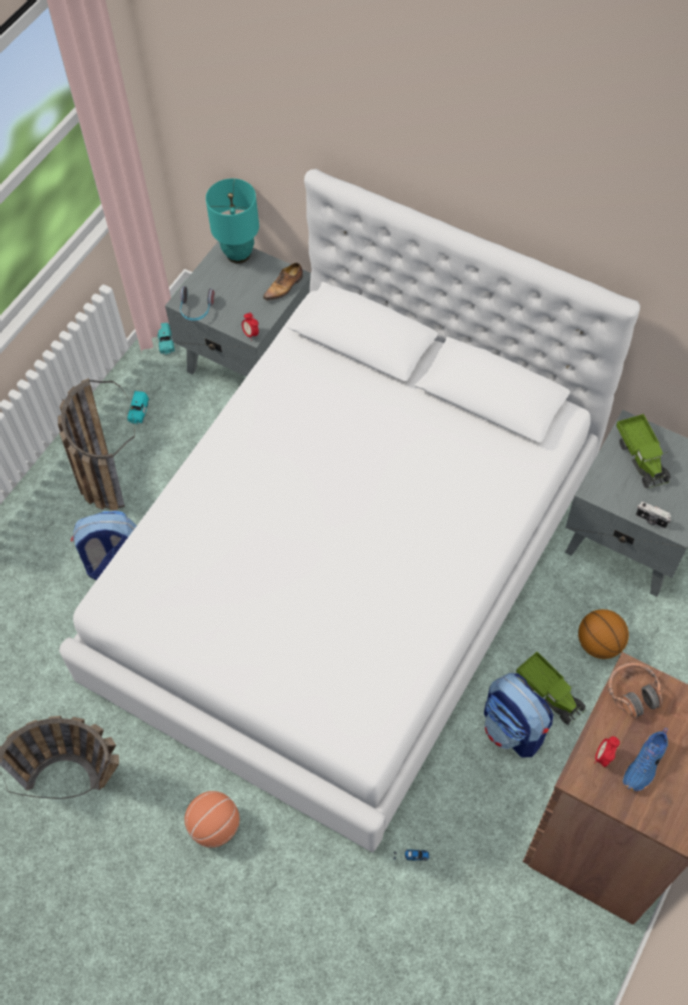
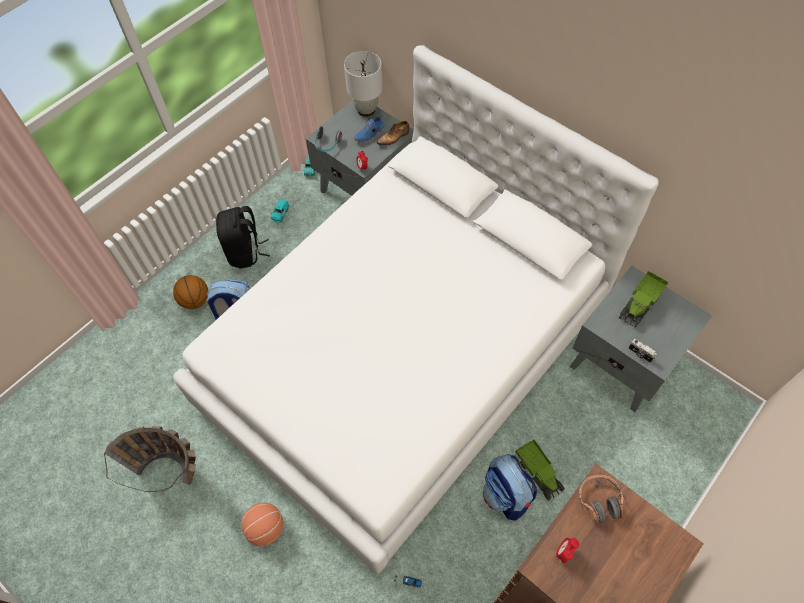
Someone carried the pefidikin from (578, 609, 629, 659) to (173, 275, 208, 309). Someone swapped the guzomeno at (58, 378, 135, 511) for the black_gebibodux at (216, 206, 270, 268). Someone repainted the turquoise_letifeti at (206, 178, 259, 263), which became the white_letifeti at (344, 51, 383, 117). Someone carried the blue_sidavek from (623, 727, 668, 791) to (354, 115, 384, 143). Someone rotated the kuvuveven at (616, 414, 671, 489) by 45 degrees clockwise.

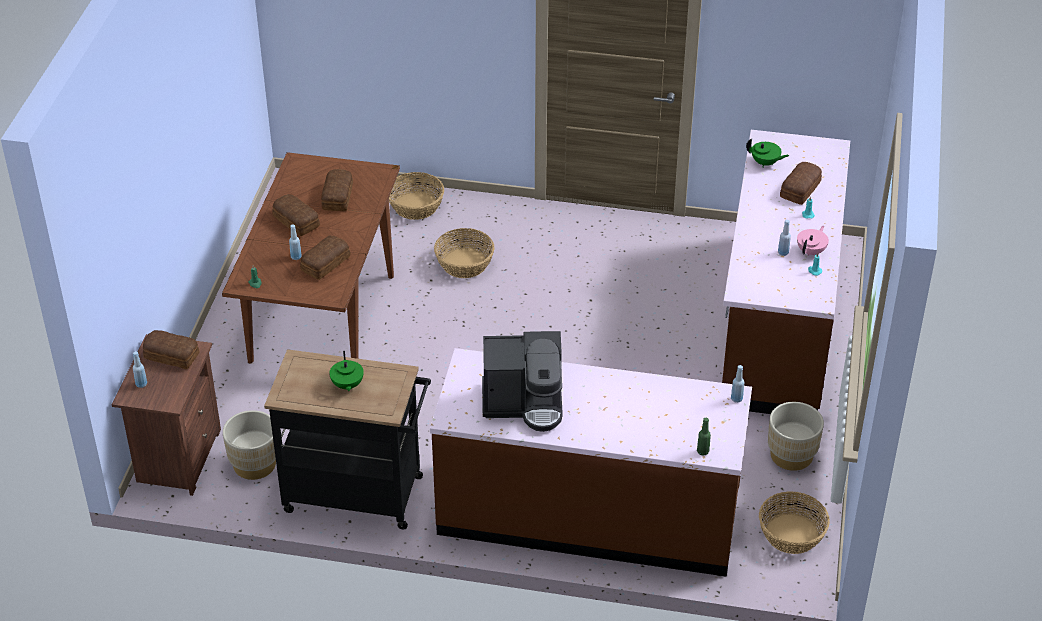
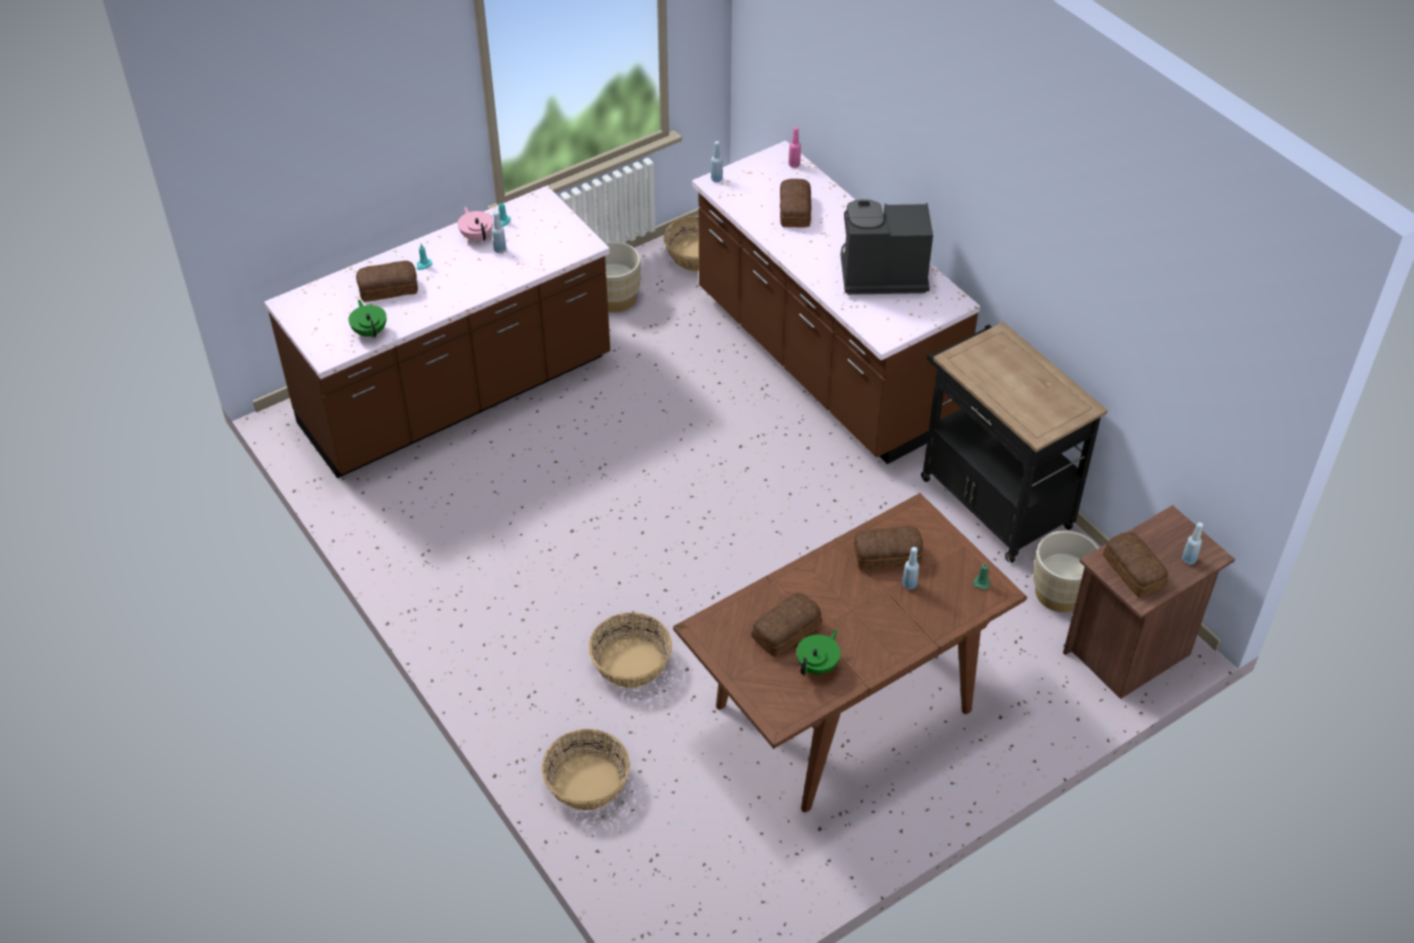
Someone rotated the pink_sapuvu at (797, 226, 829, 256) by 75 degrees clockwise. Someone carried the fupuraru from (272, 194, 320, 236) to (780, 179, 811, 227). Someone repainted the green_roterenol at (697, 418, 711, 455), which became the pink_roterenol at (788, 127, 801, 168). Someone carried the green_sapuvu from (329, 351, 364, 391) to (797, 630, 840, 675). Someone rotated the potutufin at (482, 331, 563, 432) by 45 degrees counterclockwise.

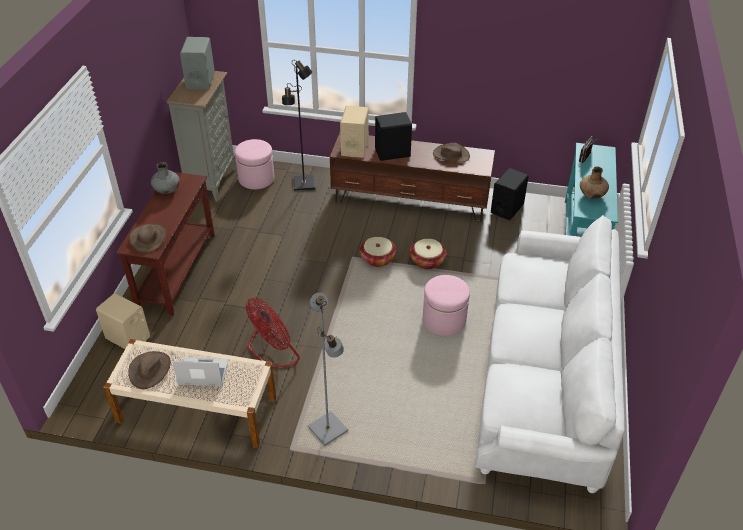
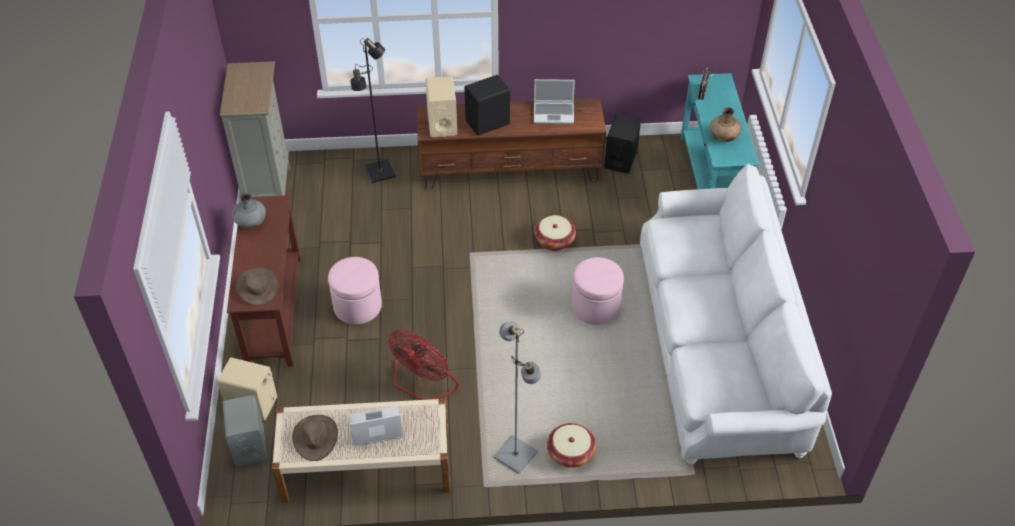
Someone carried the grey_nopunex from (180, 37, 215, 89) to (222, 395, 267, 466). Someone carried the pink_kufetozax from (235, 139, 275, 189) to (328, 257, 382, 324). Someone swapped the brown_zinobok at (433, 143, 470, 162) for the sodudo at (534, 79, 575, 124). Someone carried the guzomeno from (360, 237, 396, 267) to (547, 423, 596, 468).

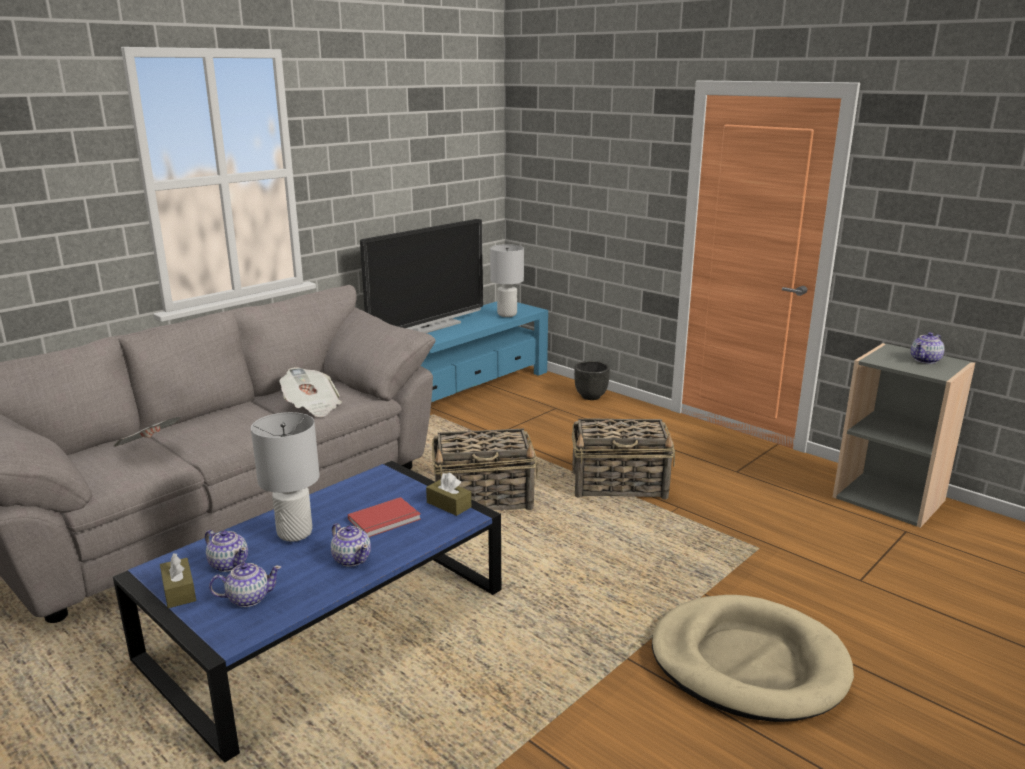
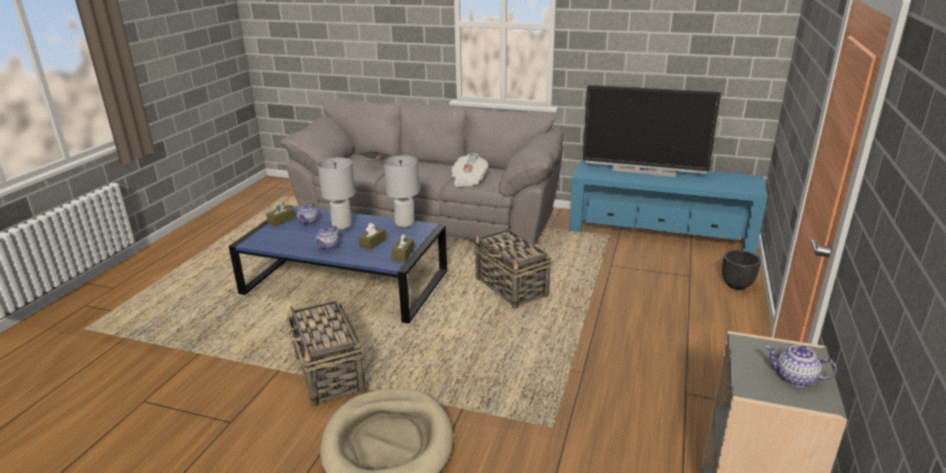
Someone carried the guzomeno from (572, 419, 675, 500) to (286, 300, 366, 407). Someone swapped the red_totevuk at (348, 497, 421, 537) for the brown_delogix at (359, 223, 386, 250). Someone carried the grey_letifeti from (490, 244, 524, 317) to (384, 155, 419, 228). Someone took away the sapuvu at (209, 563, 282, 607).

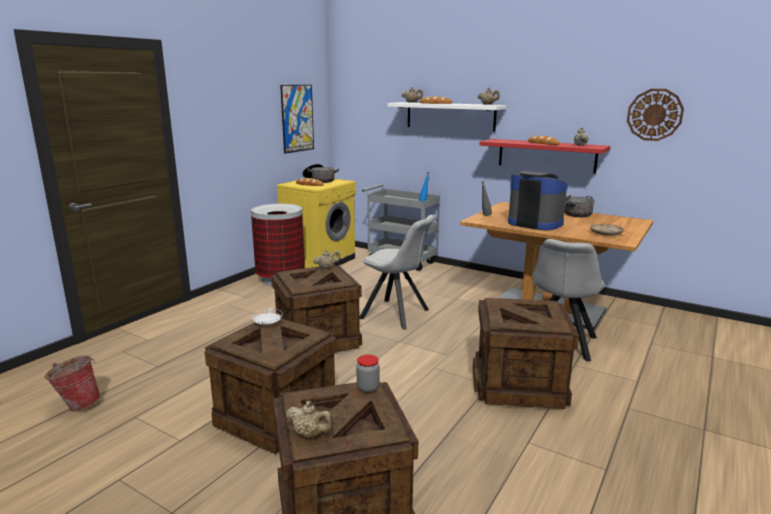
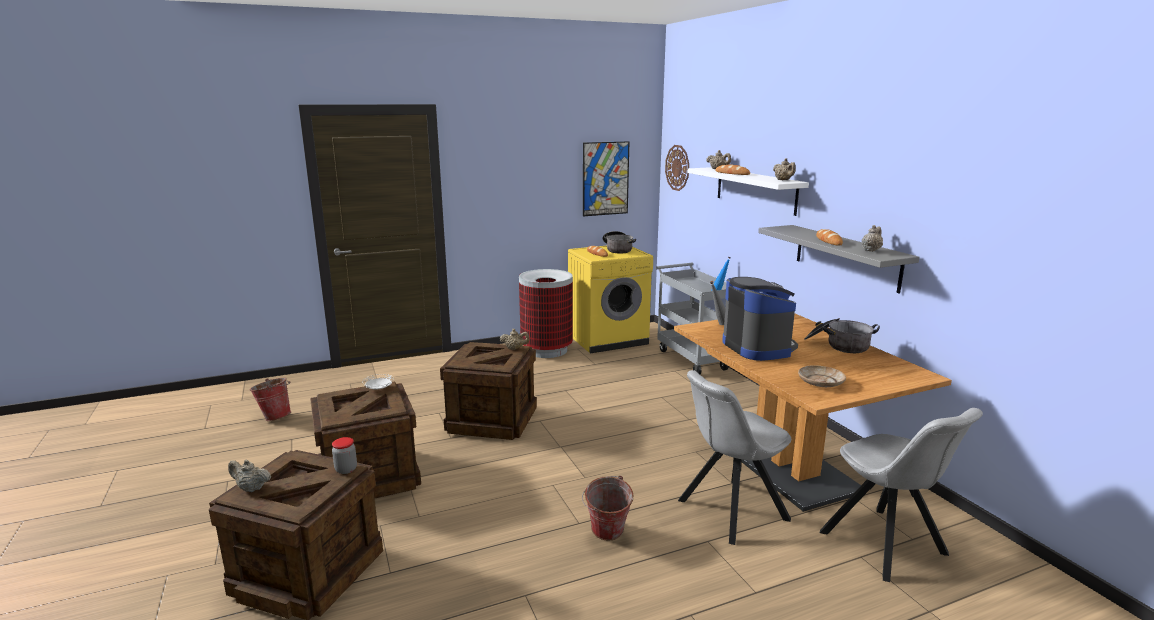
Someone rotated the beige_sapuvu at (286, 401, 334, 438) by 135 degrees clockwise. Someone swapped the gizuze at (473, 298, 579, 409) for the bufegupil at (582, 476, 634, 541). Someone carried the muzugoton from (627, 89, 684, 141) to (665, 145, 689, 191). Someone repainted the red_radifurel at (480, 139, 610, 174), which became the grey_radifurel at (758, 225, 920, 293). Someone carried the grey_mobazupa from (359, 215, 435, 330) to (820, 408, 983, 582).

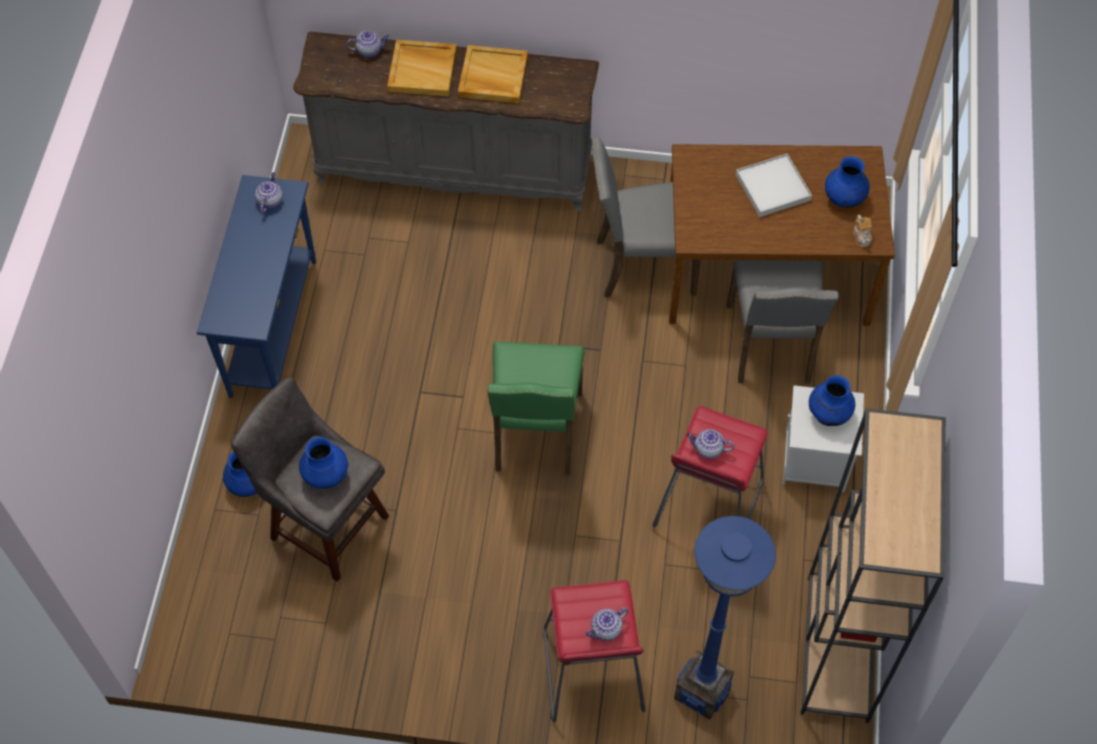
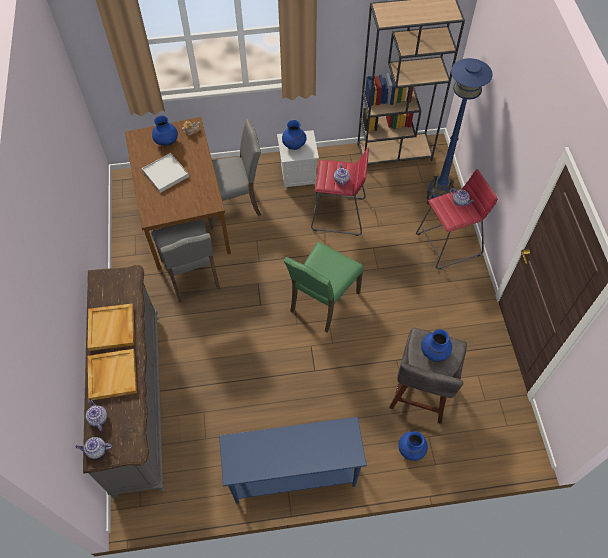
Someone carried the sapuvu from (255, 172, 283, 213) to (75, 437, 112, 459). Someone rotated the green_mobazupa at (487, 341, 585, 475) by 135 degrees clockwise.

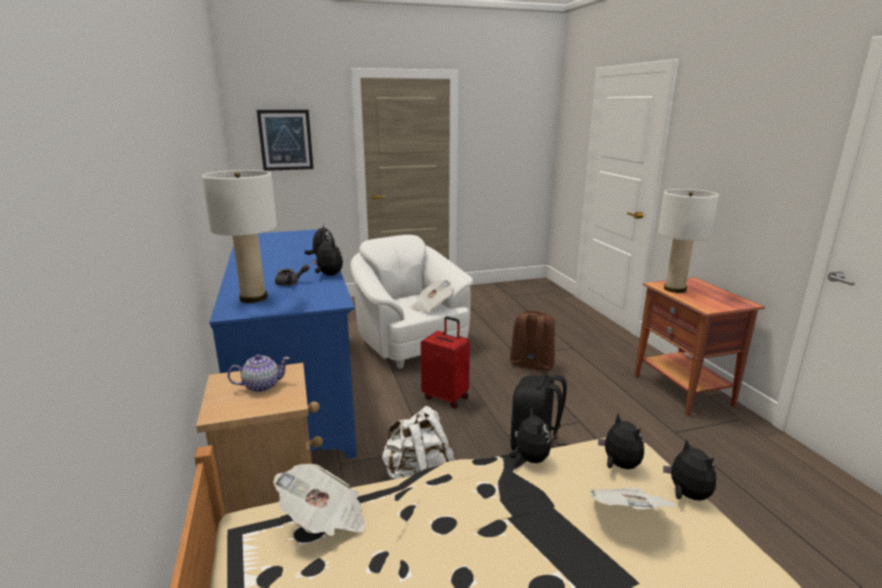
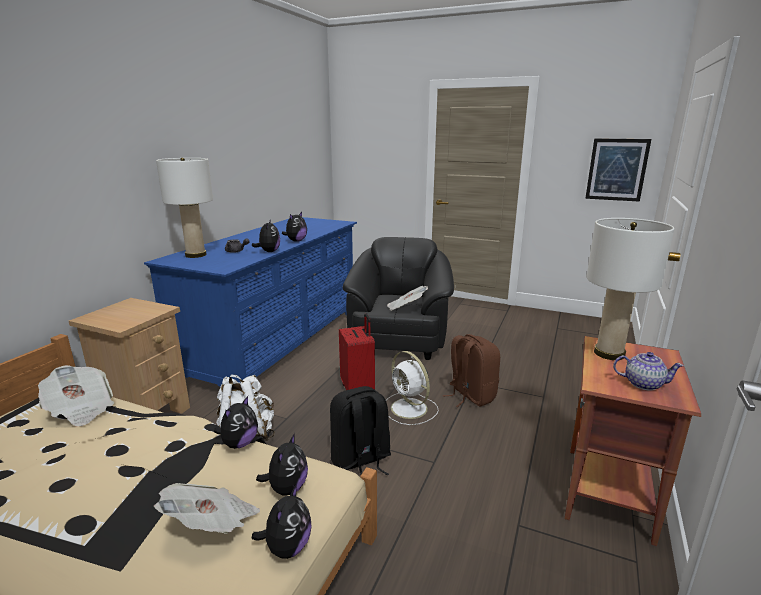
Someone repainted the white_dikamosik at (351, 235, 473, 368), which became the black_dikamosik at (343, 237, 454, 360). Someone put down the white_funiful at (386, 351, 439, 425). Someone carried the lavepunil from (257, 110, 314, 171) to (585, 138, 651, 202). Someone carried the sapuvu from (228, 354, 290, 392) to (613, 352, 684, 391).

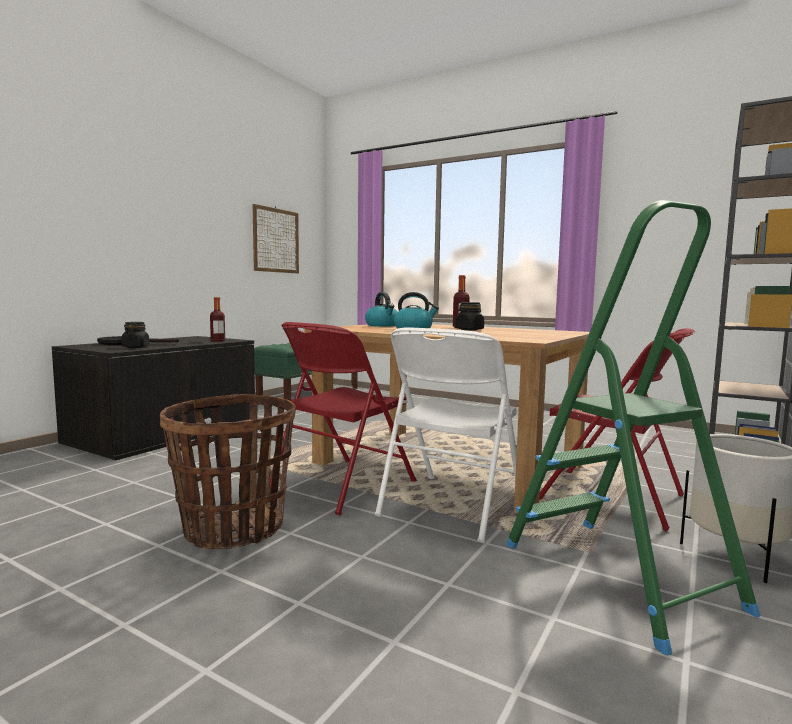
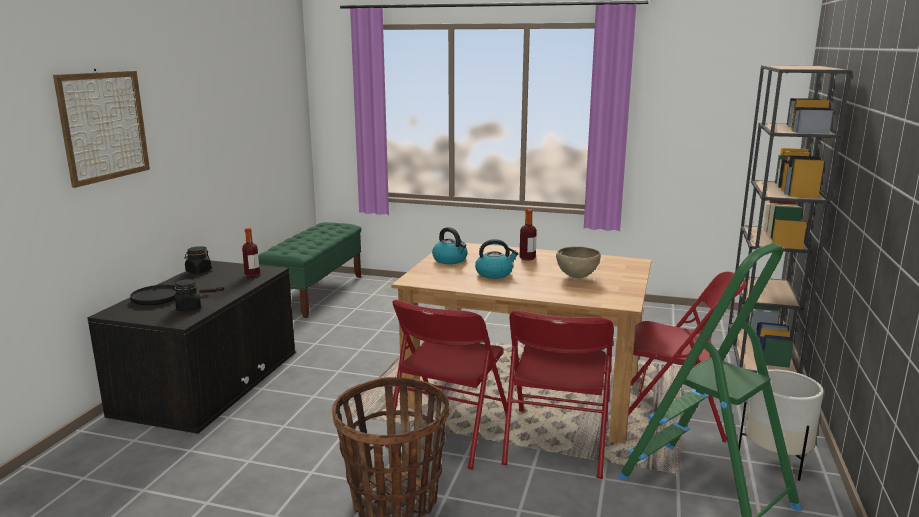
Someone carried the lavepunil from (252, 204, 299, 274) to (53, 69, 150, 188). Someone carried the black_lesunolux from (455, 302, 484, 331) to (185, 246, 212, 274). Someone repainted the white_mobazupa at (375, 328, 517, 543), which became the red_mobazupa at (501, 311, 614, 479). Someone put down the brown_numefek at (556, 246, 601, 279).

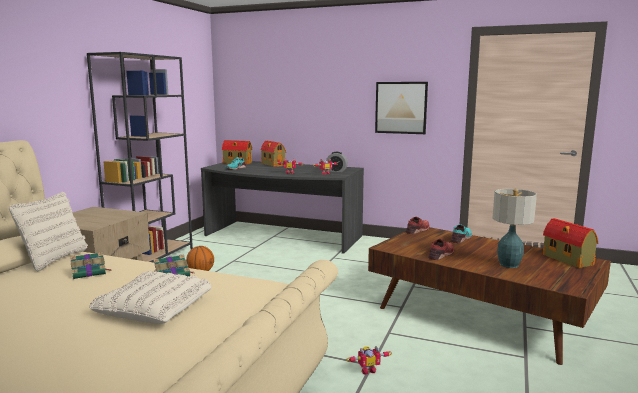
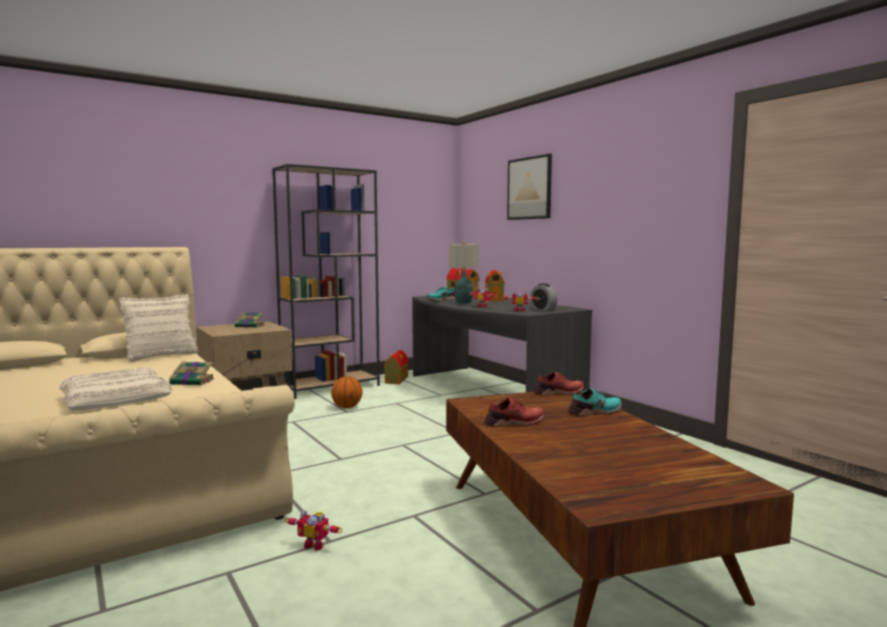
Someone carried the totevuk from (70, 252, 111, 279) to (235, 312, 265, 328). Someone carried the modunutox from (543, 218, 599, 268) to (383, 350, 409, 384). Someone carried the letifeti from (493, 189, 537, 268) to (449, 242, 479, 304). Someone carried the lavepunil from (375, 82, 428, 134) to (507, 154, 552, 220).

